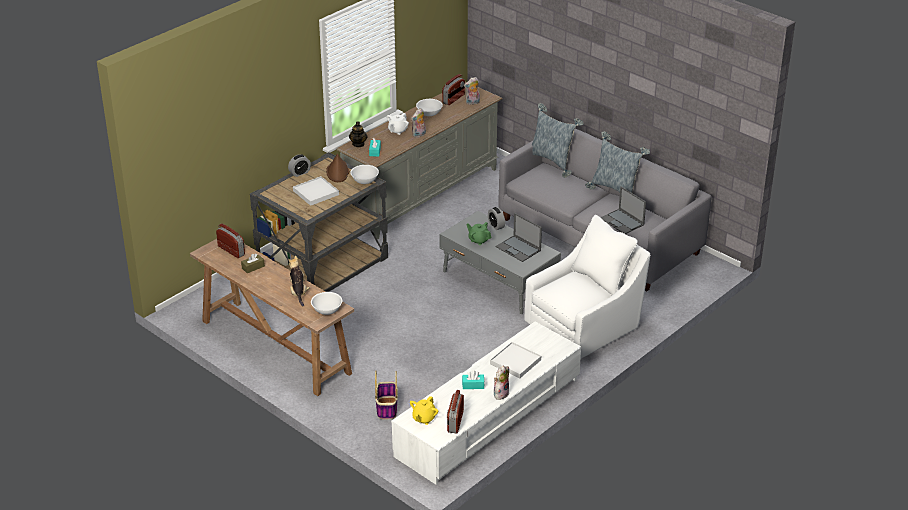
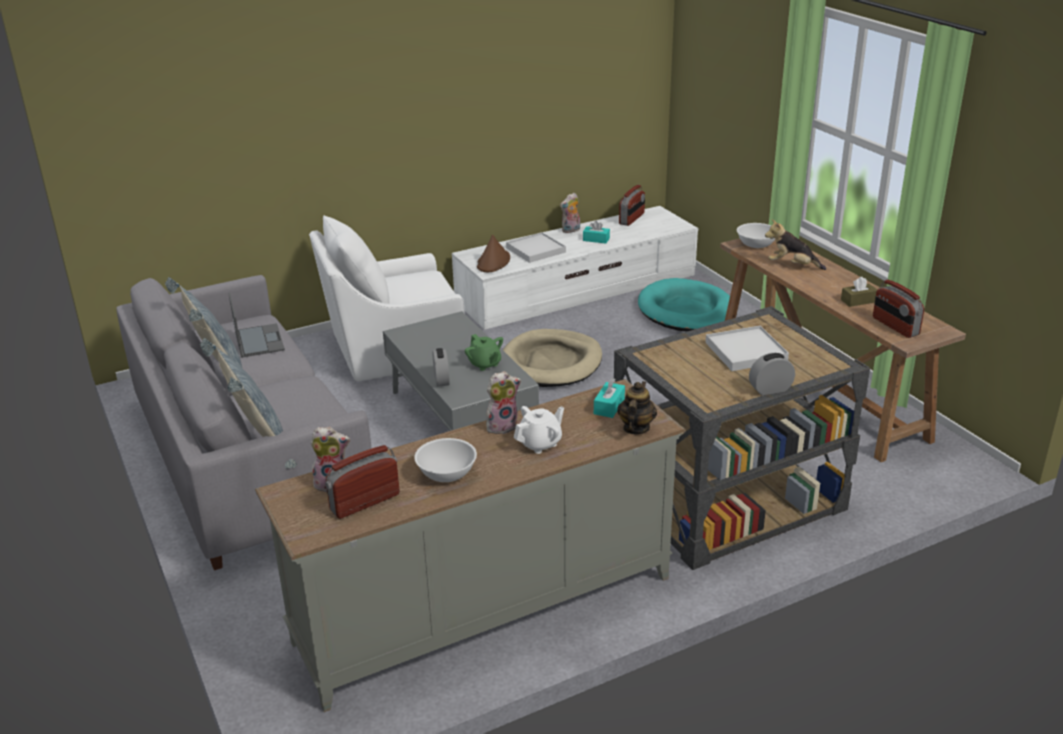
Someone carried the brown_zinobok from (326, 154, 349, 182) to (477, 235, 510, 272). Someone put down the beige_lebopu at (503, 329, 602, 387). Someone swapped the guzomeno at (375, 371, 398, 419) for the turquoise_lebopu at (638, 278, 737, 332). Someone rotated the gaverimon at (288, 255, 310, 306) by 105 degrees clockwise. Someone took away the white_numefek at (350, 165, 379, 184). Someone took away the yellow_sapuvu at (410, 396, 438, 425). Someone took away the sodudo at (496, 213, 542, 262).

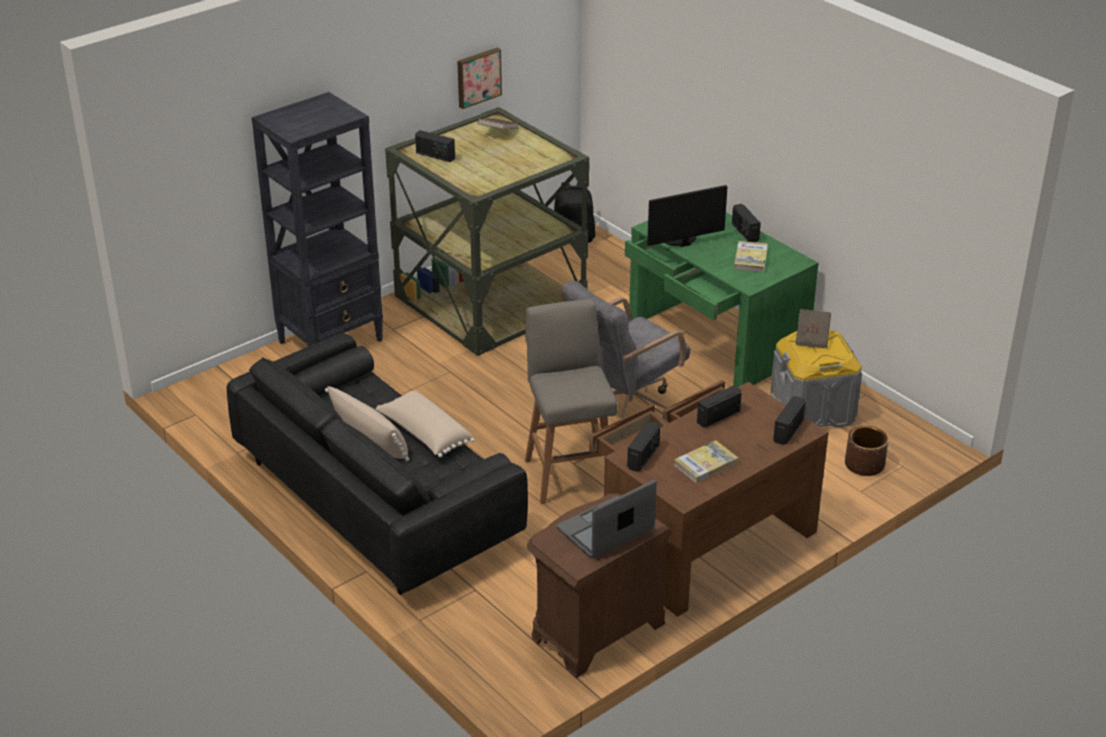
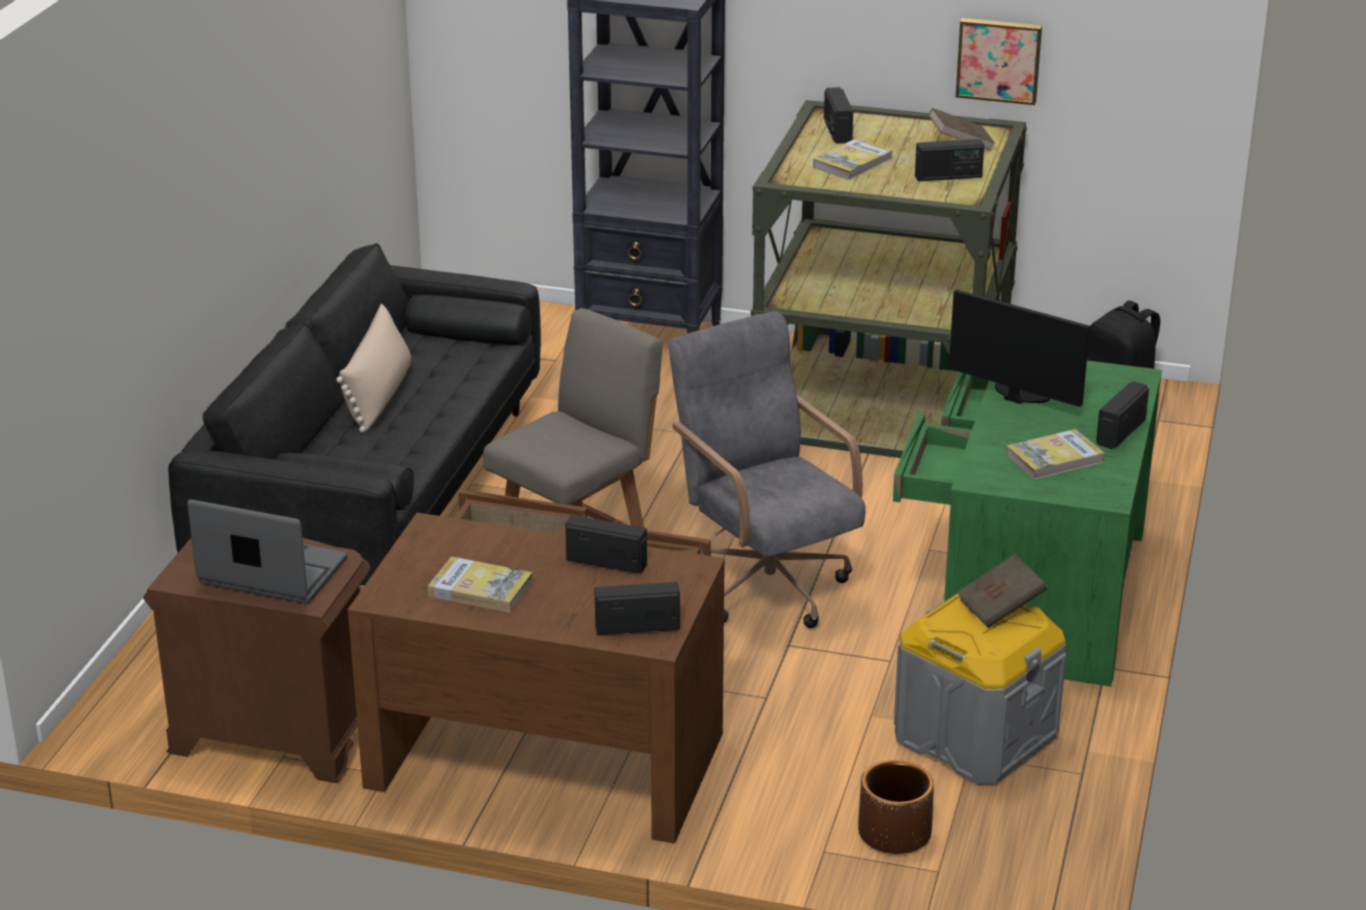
Someone rotated the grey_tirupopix at (562, 280, 690, 419) by 45 degrees clockwise. Someone put down the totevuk at (813, 138, 893, 180). Someone carried the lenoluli from (627, 421, 660, 472) to (915, 139, 984, 181). Someone took away the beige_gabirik at (375, 391, 475, 458).

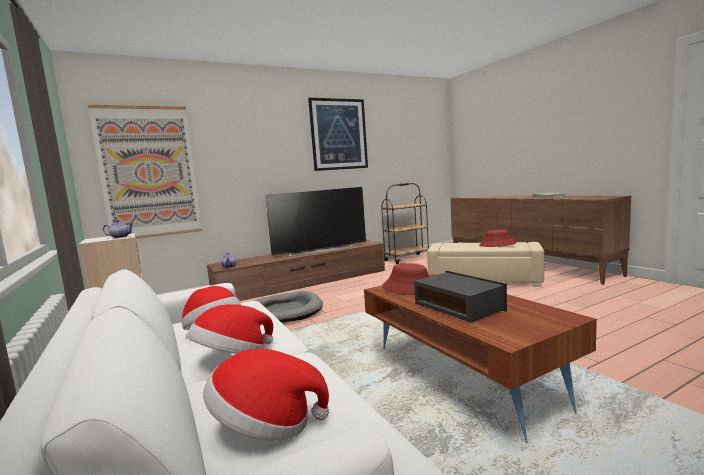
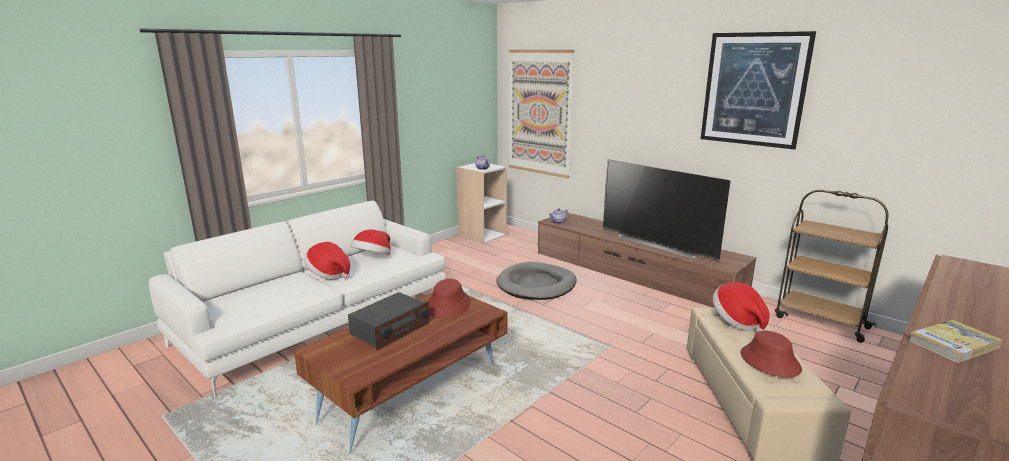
Someone carried the zinobok from (203, 348, 329, 440) to (713, 282, 770, 332).

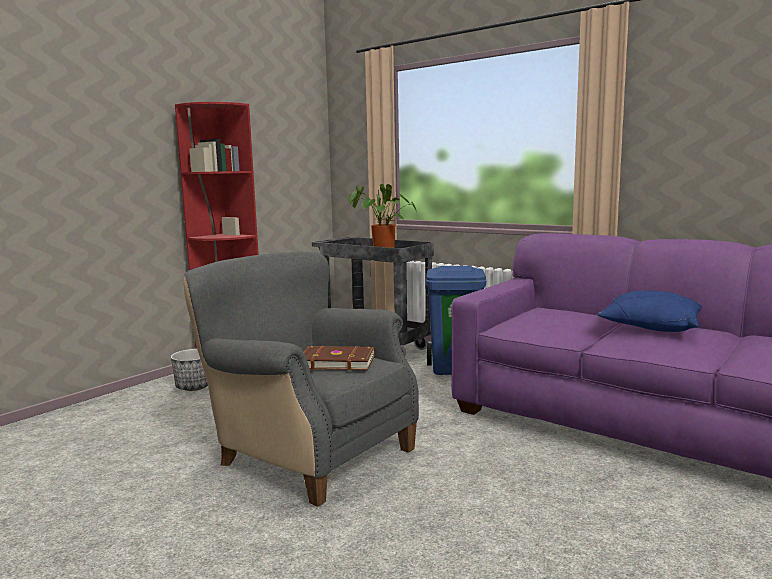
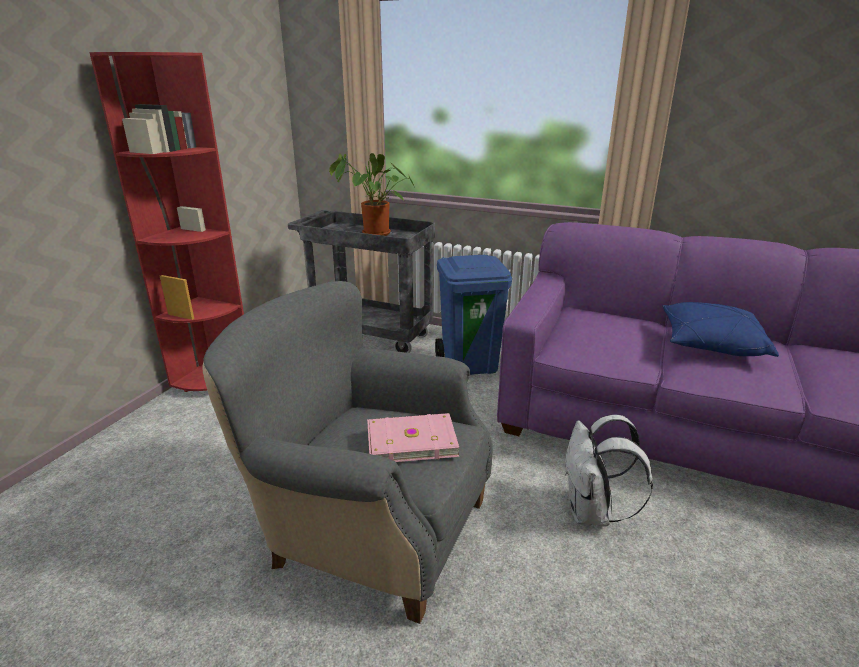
Someone repainted the brown_totevuk at (303, 346, 375, 370), which became the pink_totevuk at (367, 413, 459, 462). Someone put down the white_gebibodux at (565, 415, 653, 527). Someone took away the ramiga at (171, 349, 208, 391).

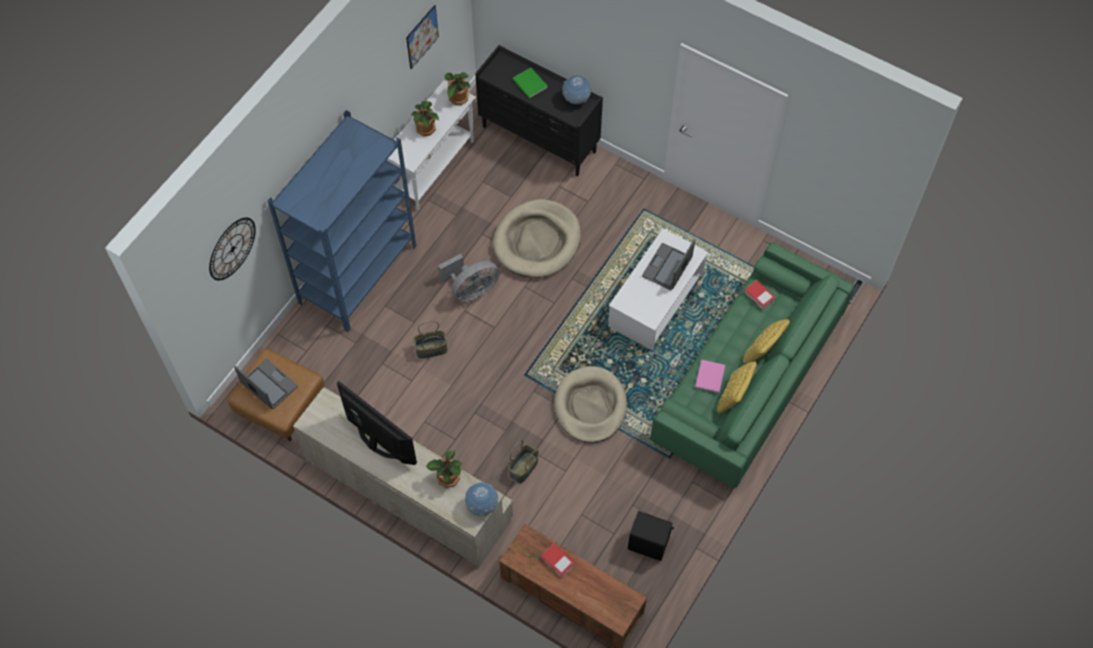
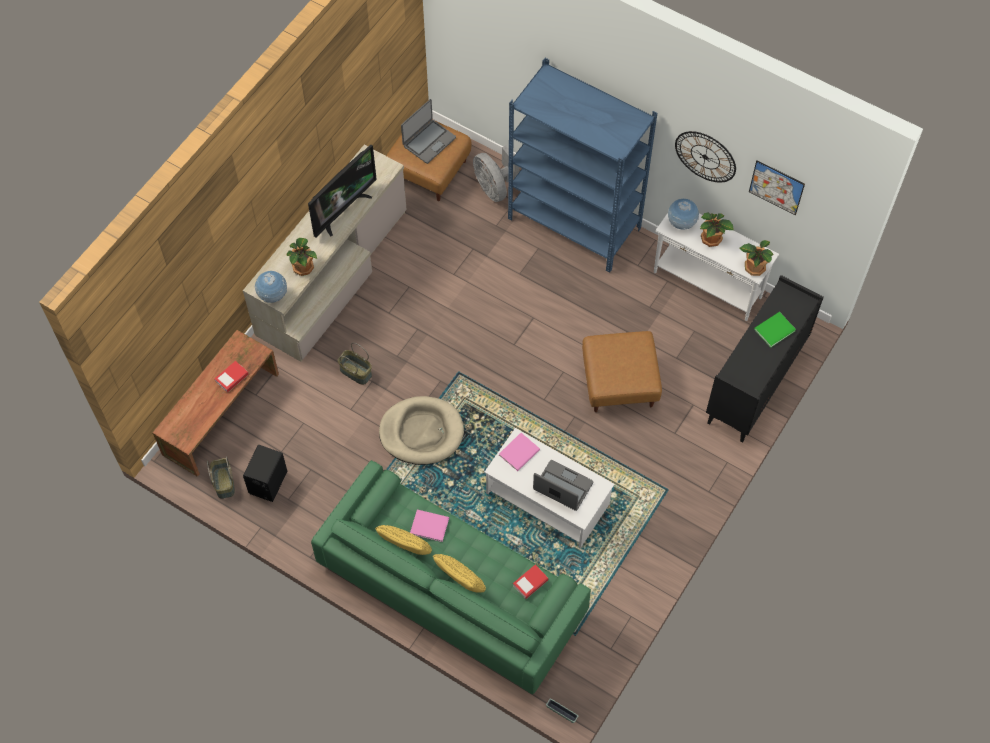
Someone carried the guzomeno from (413, 321, 448, 359) to (207, 456, 235, 499). Someone carried the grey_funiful from (438, 254, 500, 302) to (473, 145, 520, 202). Someone put down the pink_totevuk at (499, 433, 540, 471). Someone swapped the beige_lebopu at (493, 199, 581, 278) for the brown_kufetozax at (582, 331, 662, 412). Someone carried the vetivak from (562, 75, 591, 104) to (668, 199, 699, 229). Someone carried the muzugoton from (209, 217, 256, 281) to (675, 131, 736, 183).

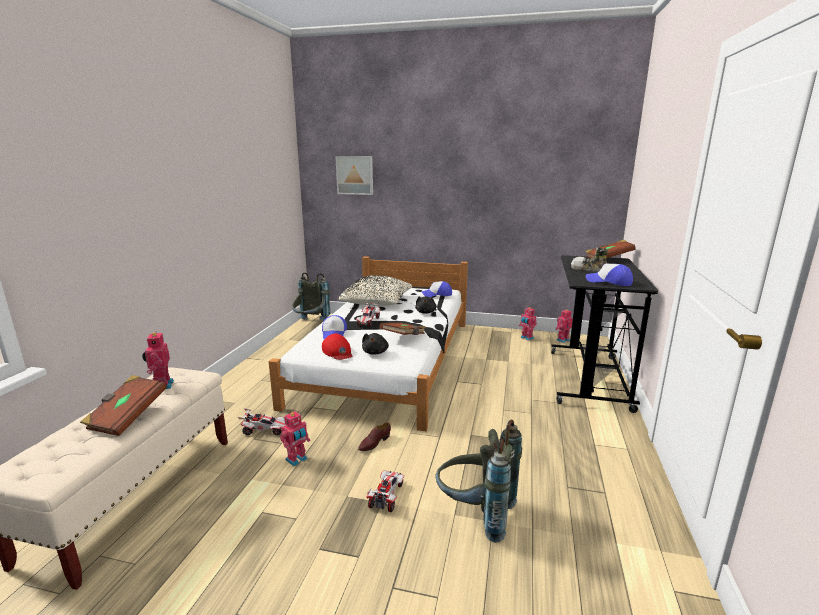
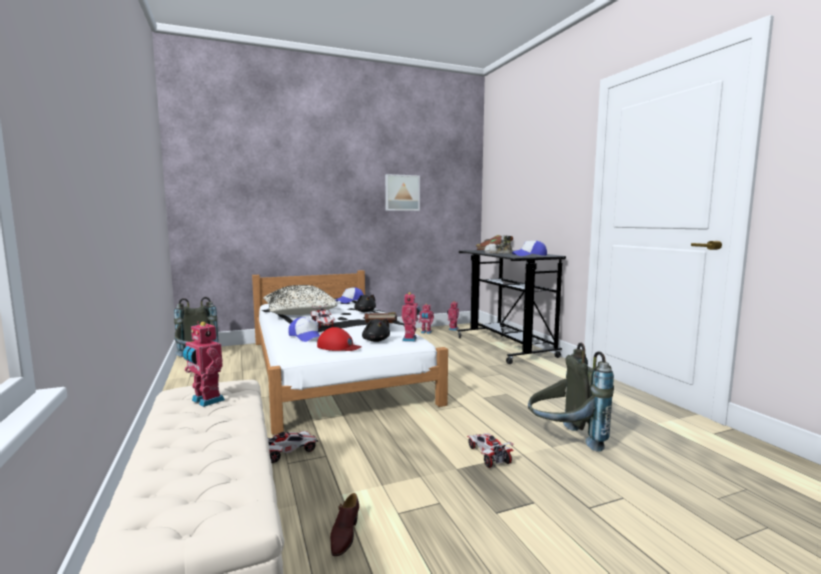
Someone carried the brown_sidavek from (358, 422, 391, 451) to (330, 493, 359, 556). Someone carried the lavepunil from (335, 156, 373, 195) to (385, 174, 420, 211). Someone carried the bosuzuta from (280, 411, 310, 466) to (402, 292, 420, 342). Someone took away the brown_totevuk at (80, 375, 167, 436).

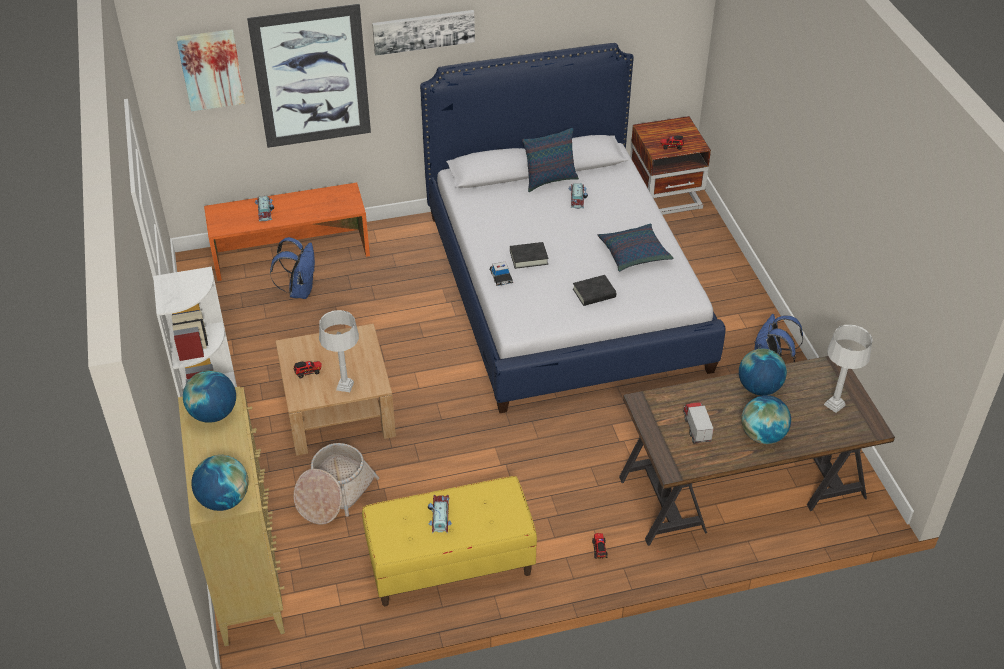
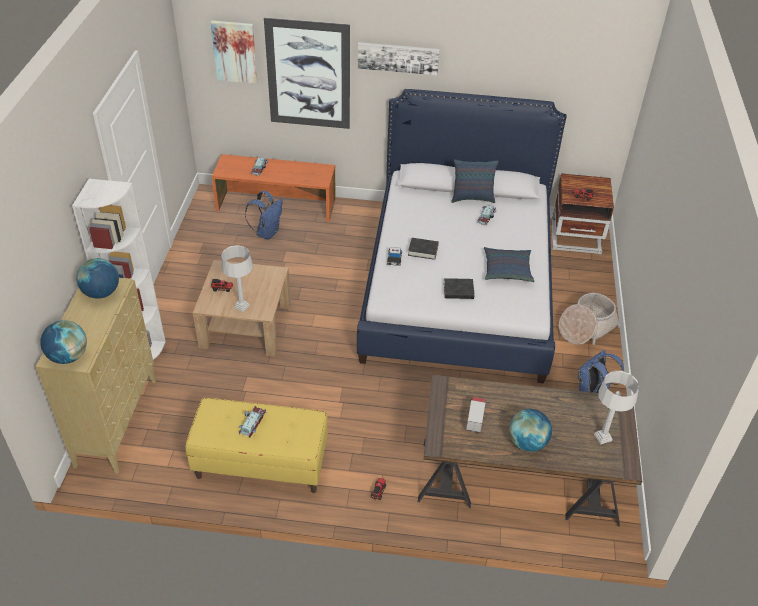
Someone carried the guzomeno from (294, 443, 379, 525) to (559, 293, 620, 345). Someone took away the vetivak at (739, 348, 787, 396).

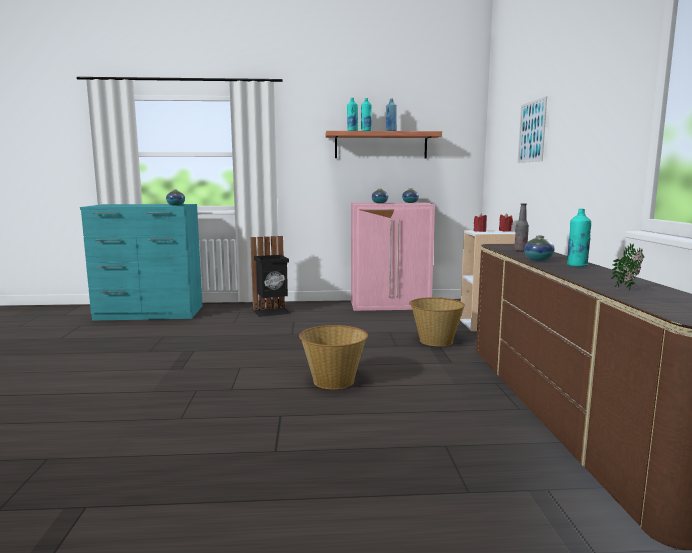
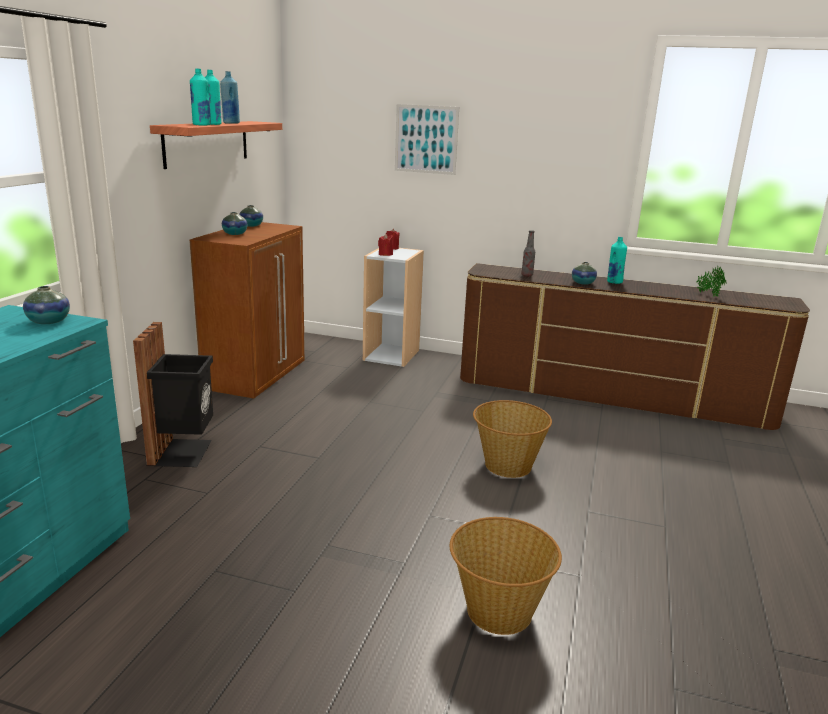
Someone repainted the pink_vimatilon at (351, 203, 435, 311), which became the brown_vimatilon at (189, 222, 305, 399). Someone carried the guzomeno from (409, 297, 465, 346) to (450, 517, 562, 635).

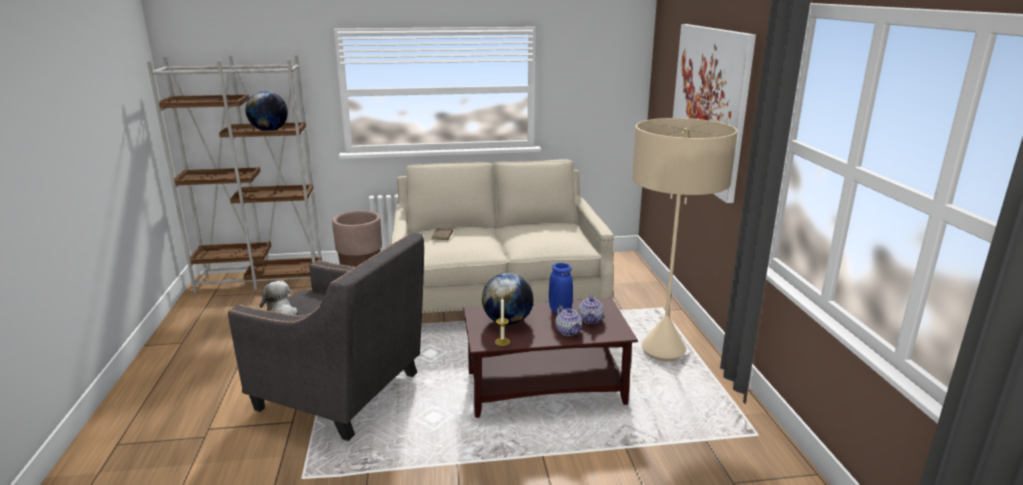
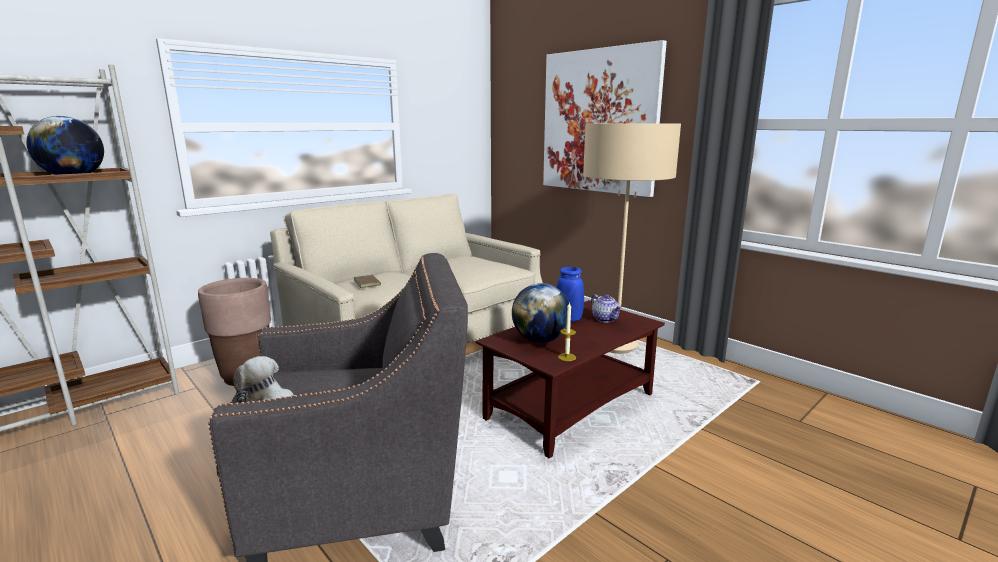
Someone took away the sapuvu at (555, 306, 582, 336).

